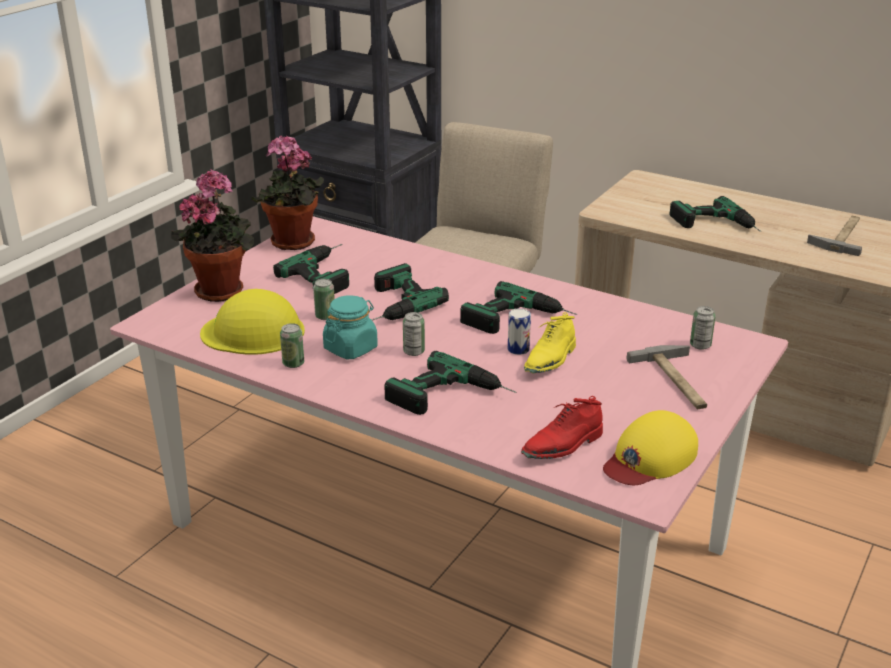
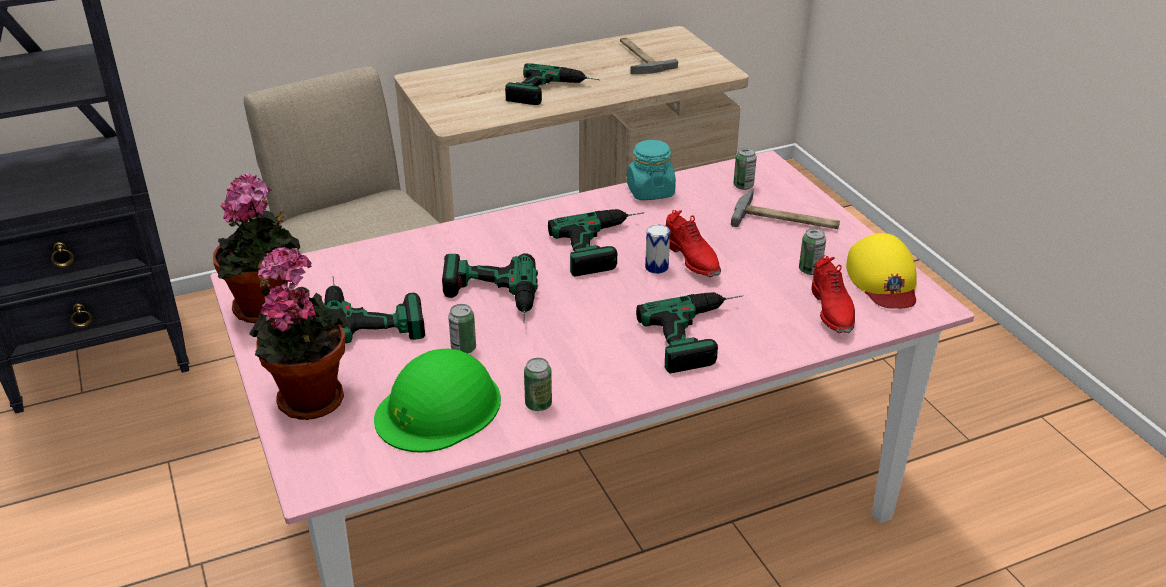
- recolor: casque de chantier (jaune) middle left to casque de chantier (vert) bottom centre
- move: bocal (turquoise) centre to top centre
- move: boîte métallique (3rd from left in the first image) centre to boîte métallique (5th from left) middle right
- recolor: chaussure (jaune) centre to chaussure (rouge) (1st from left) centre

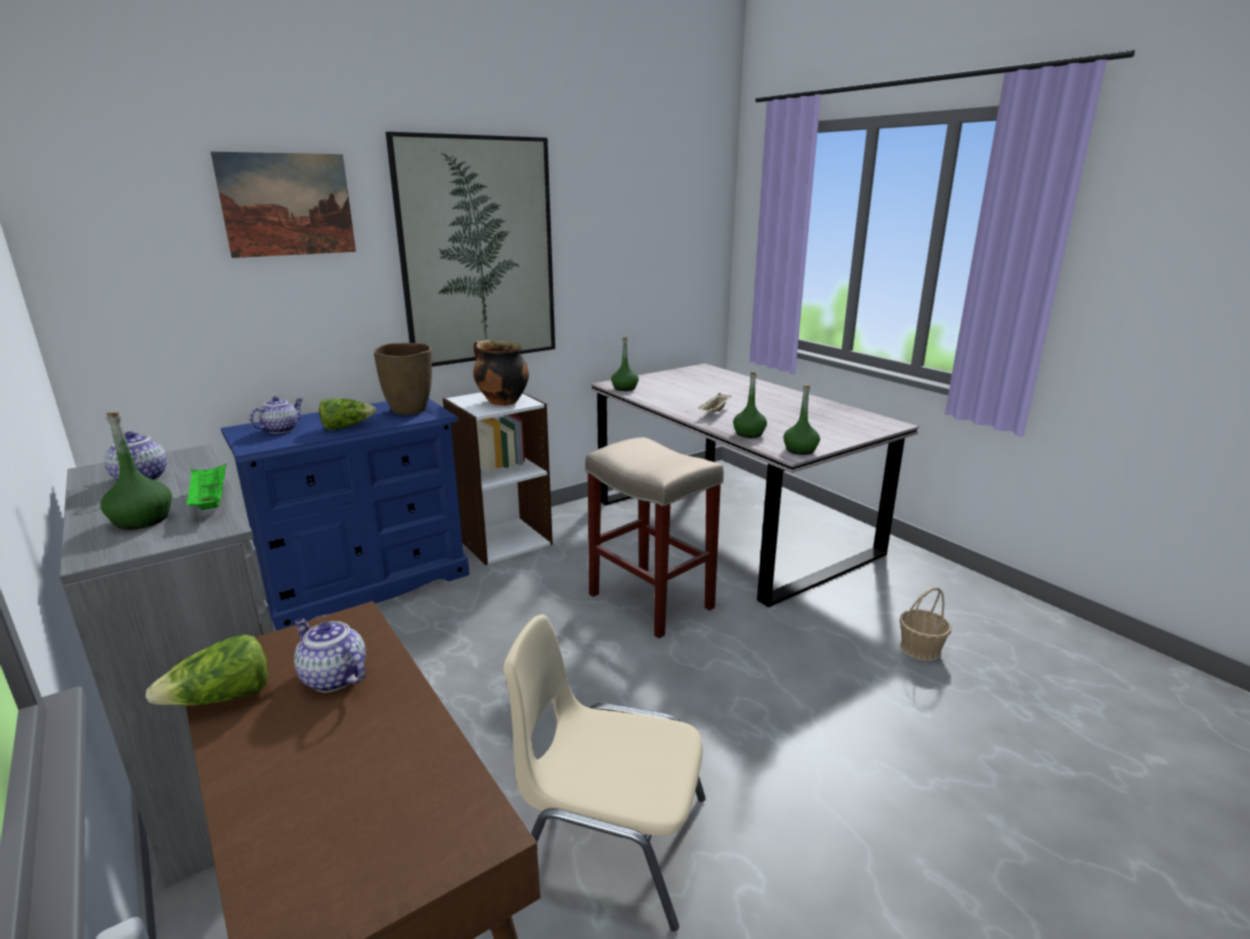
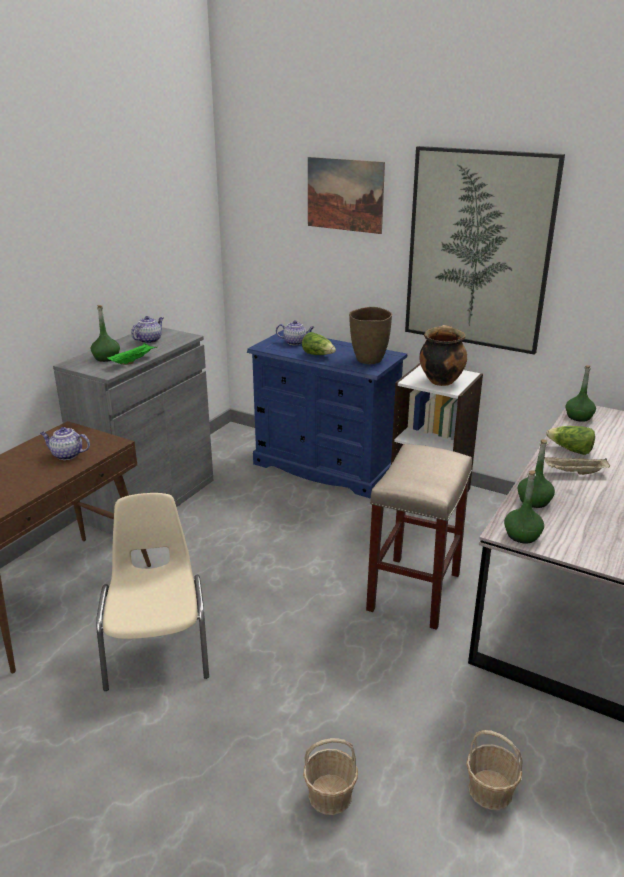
- move: laitue (1st from left in the first image) bottom left to laitue (2nd from left) middle right
- rotate: théière (3rd from left in the first image) bottom left = middle left 90 degrees counterclockwise
- insert: panier (1st from left) bottom centre

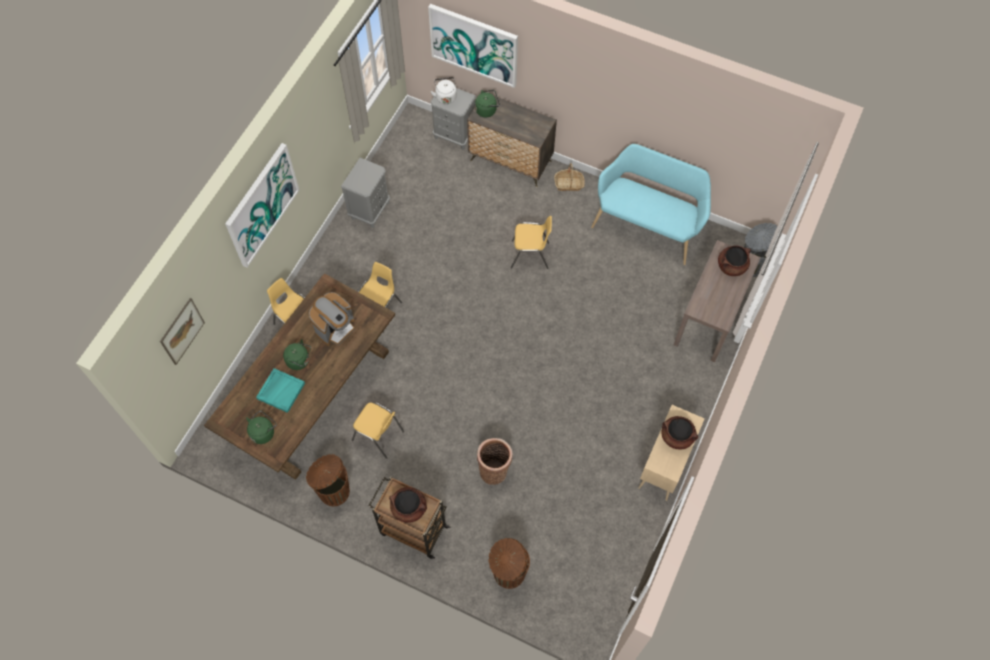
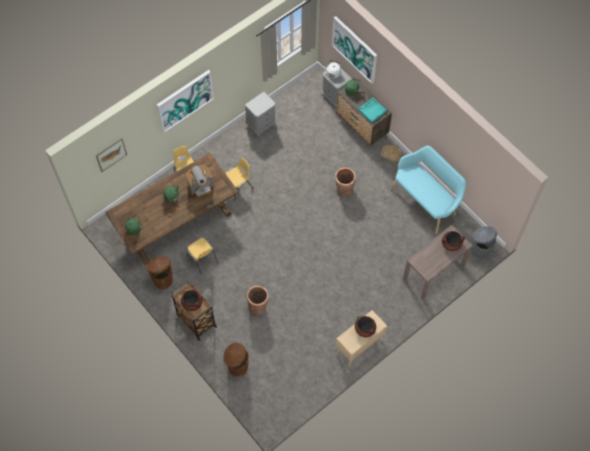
- move: plateau (turquoise) middle left to top centre
- replace: chaise (jaune) (4th from left) centre to panier (2nd from left) centre

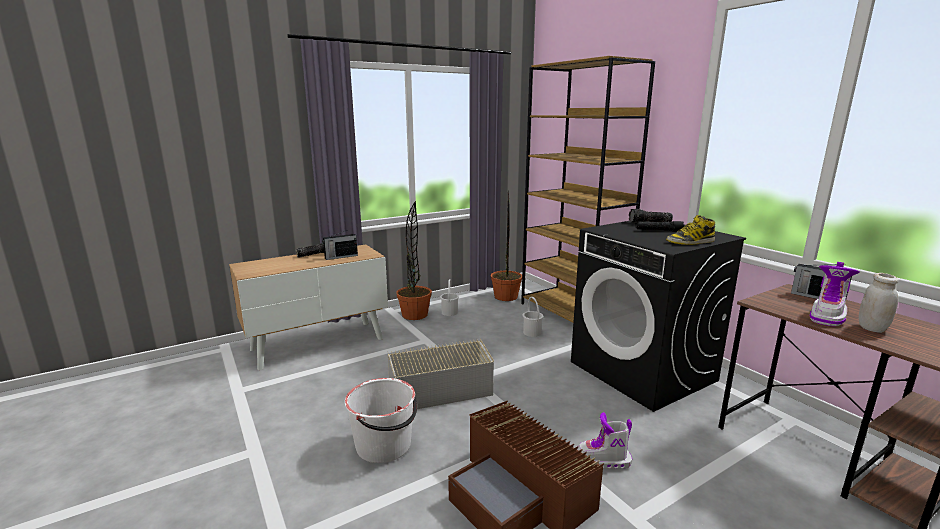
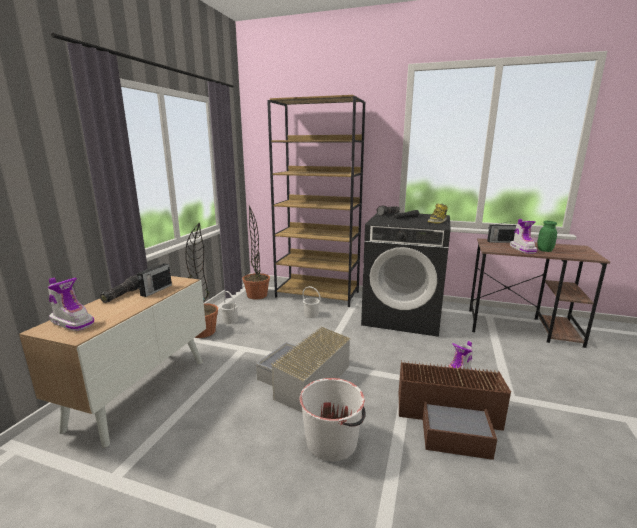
- recolor: bocal (blanc) middle right to bocal (vert) middle right
- insert: botte (1st from left) middle left

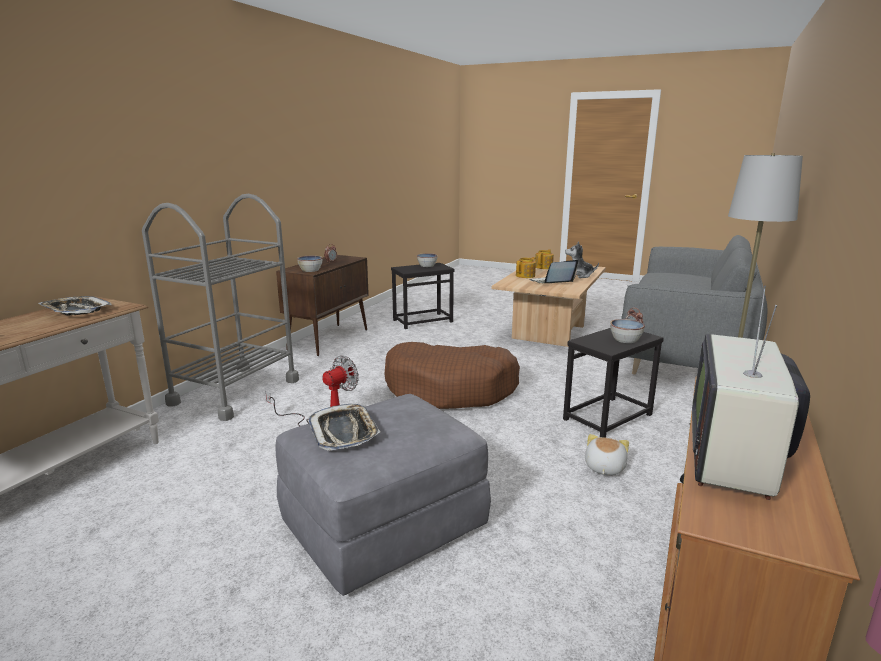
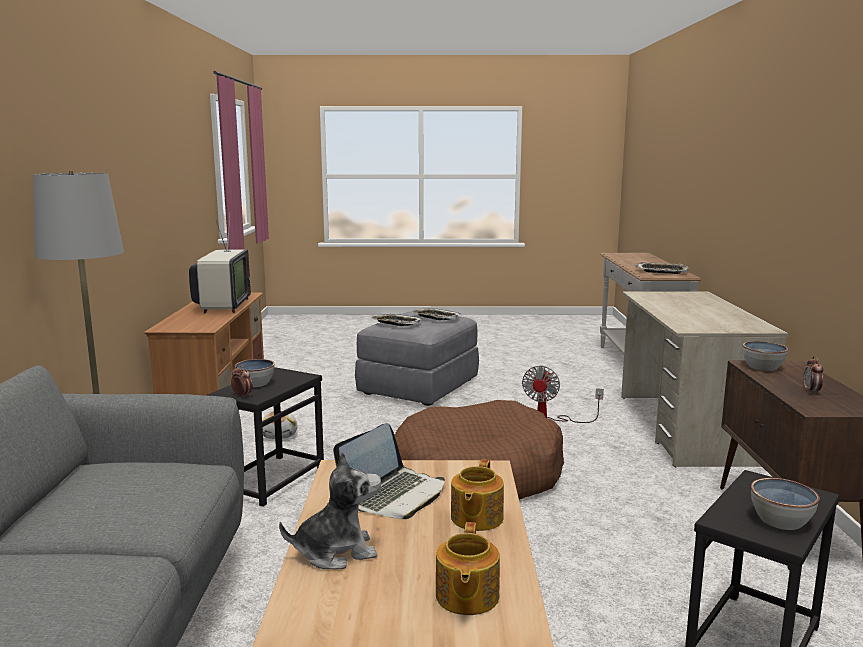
- replace: chariot (gris) middle left to bureau (beige) middle right
- insert: plateau (1st from left) centre

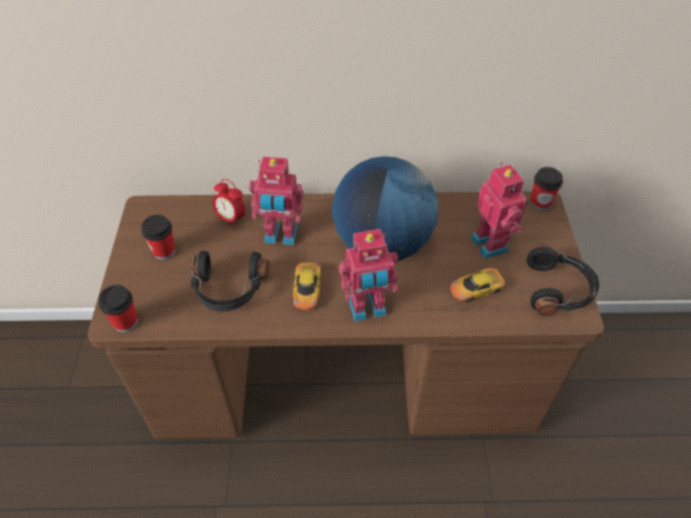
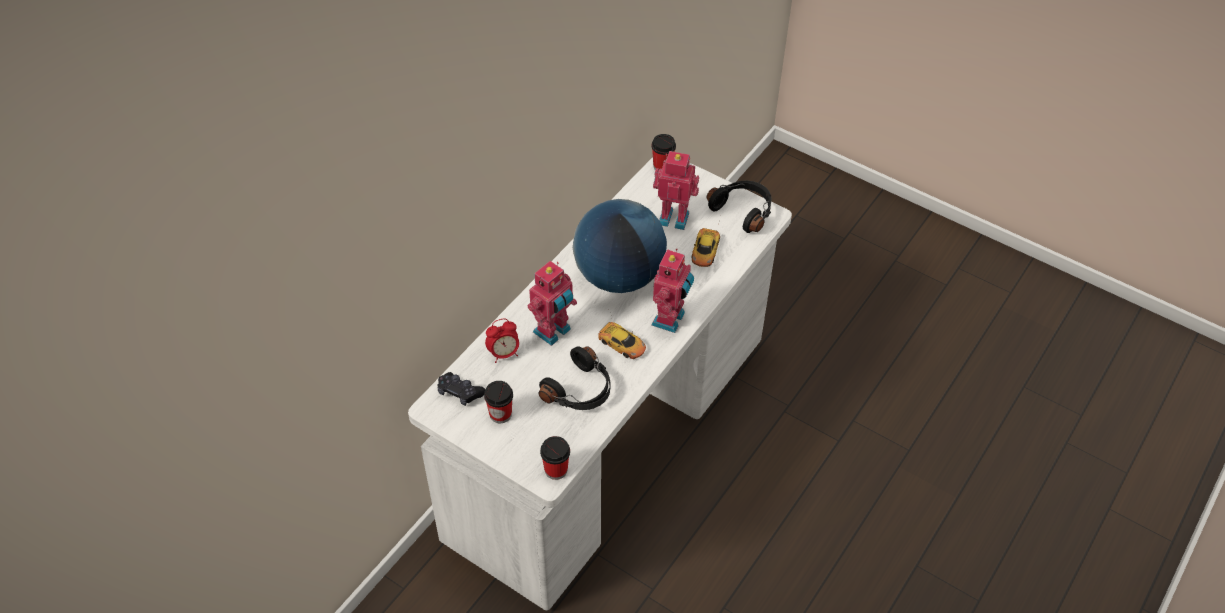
- recolor: bureau (marron) centre to bureau (blanc) centre
- insert: manette (noir) centre

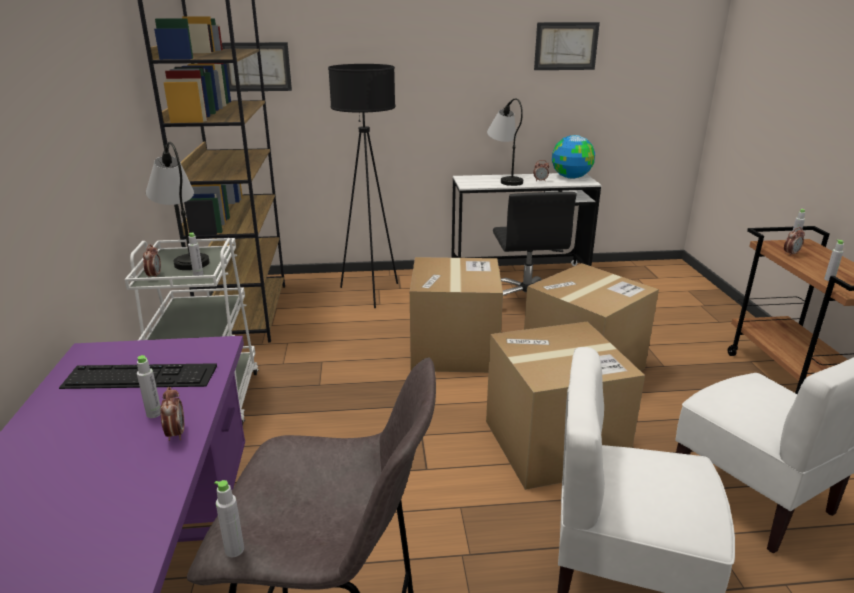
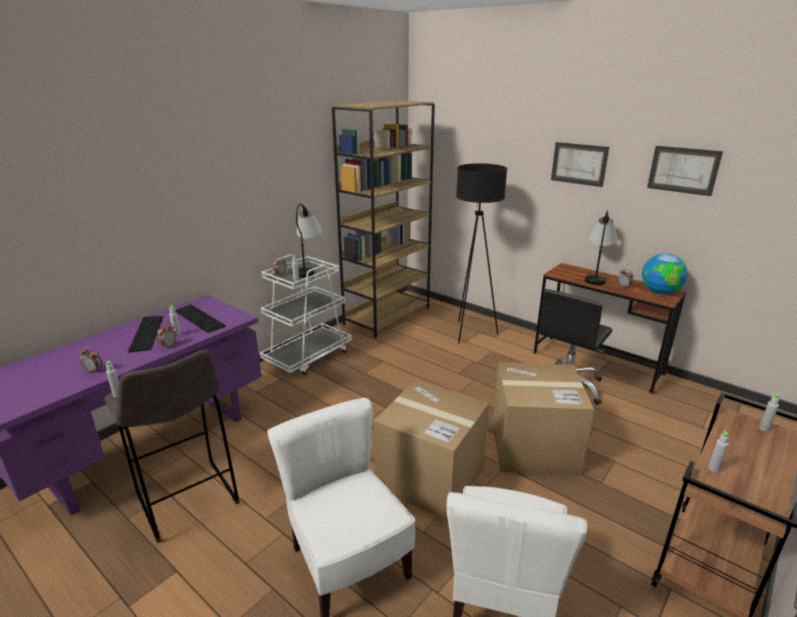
- move: tableau (1st from left) top left to top right
- delete: carton (1st from left) centre
- recolor: bureau (blanc) centre to bureau (marron) middle right
- move: réveil (4th from left in the first image) middle right to réveil (1st from left) middle left
- insert: clavier (1st from left) middle left

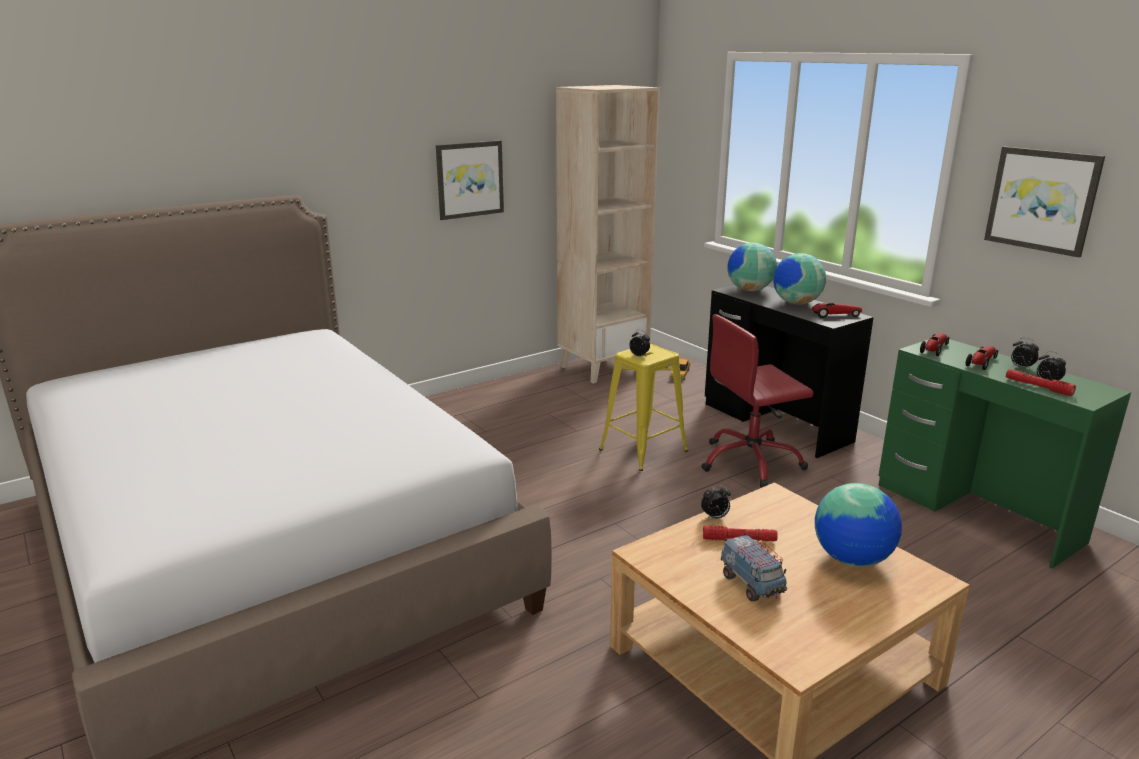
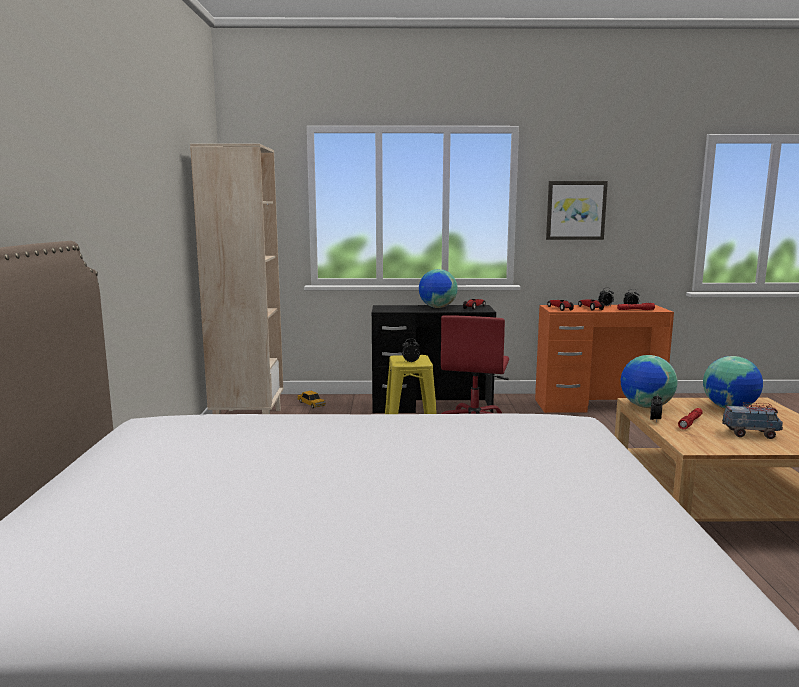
- delete: tableau (1st from left) top centre
- move: globe (1st from left in the first image) centre to globe (2nd from left) middle right
- recolor: bureau (vert) middle right to bureau (orange) middle right

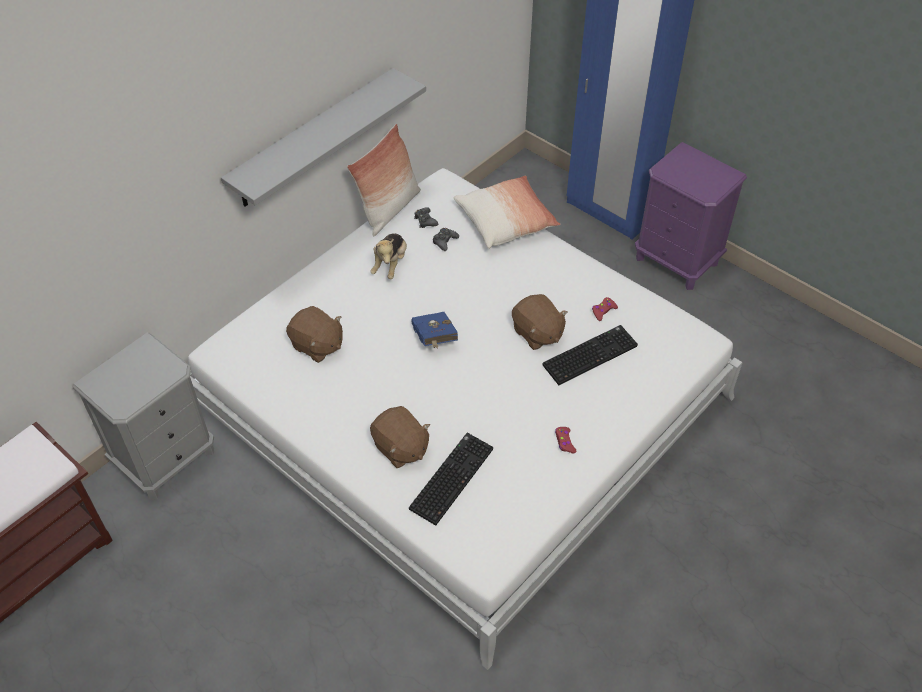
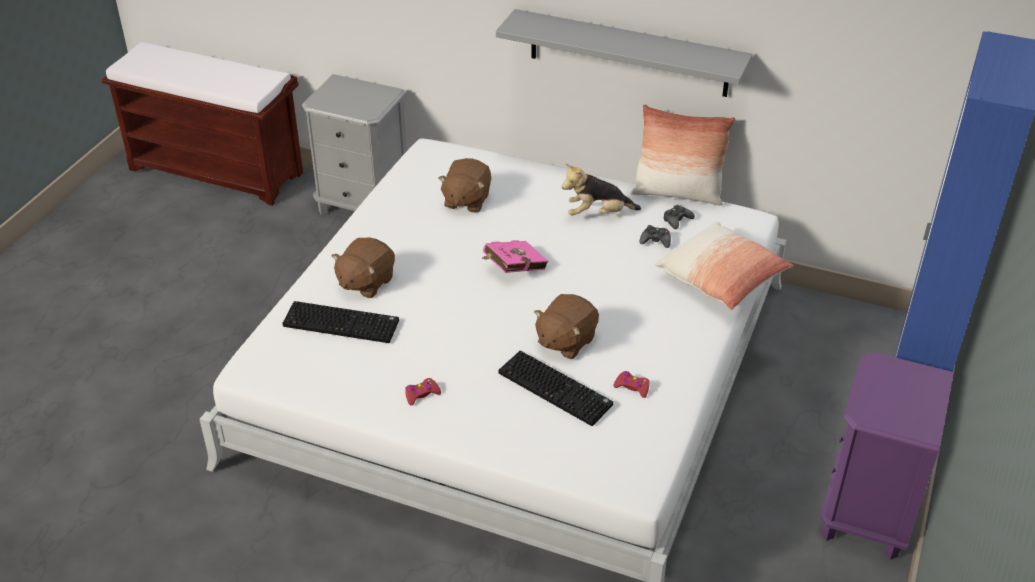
- recolor: livre (bleu) centre to livre (rose) centre

